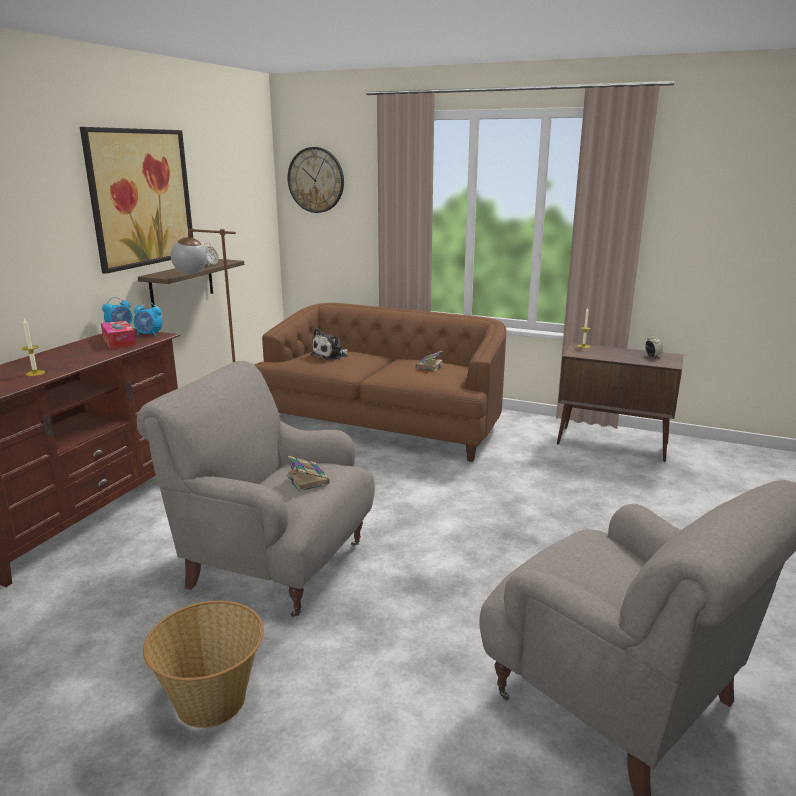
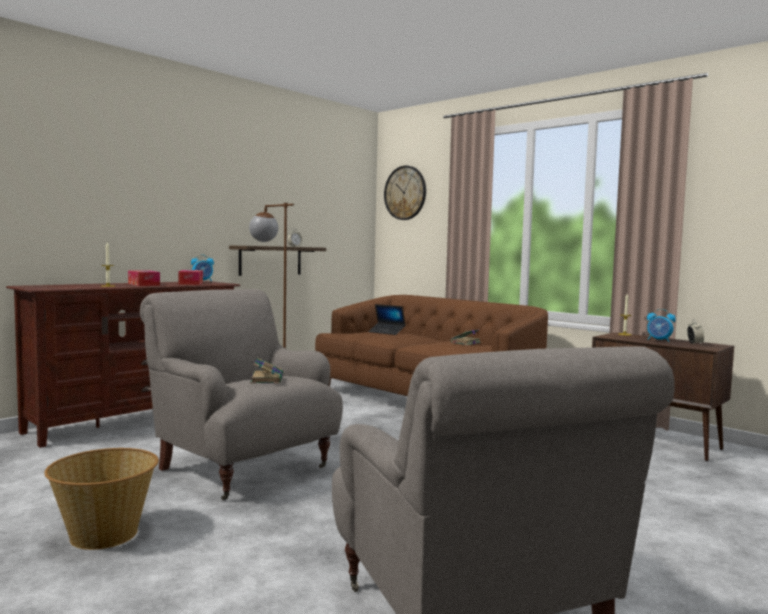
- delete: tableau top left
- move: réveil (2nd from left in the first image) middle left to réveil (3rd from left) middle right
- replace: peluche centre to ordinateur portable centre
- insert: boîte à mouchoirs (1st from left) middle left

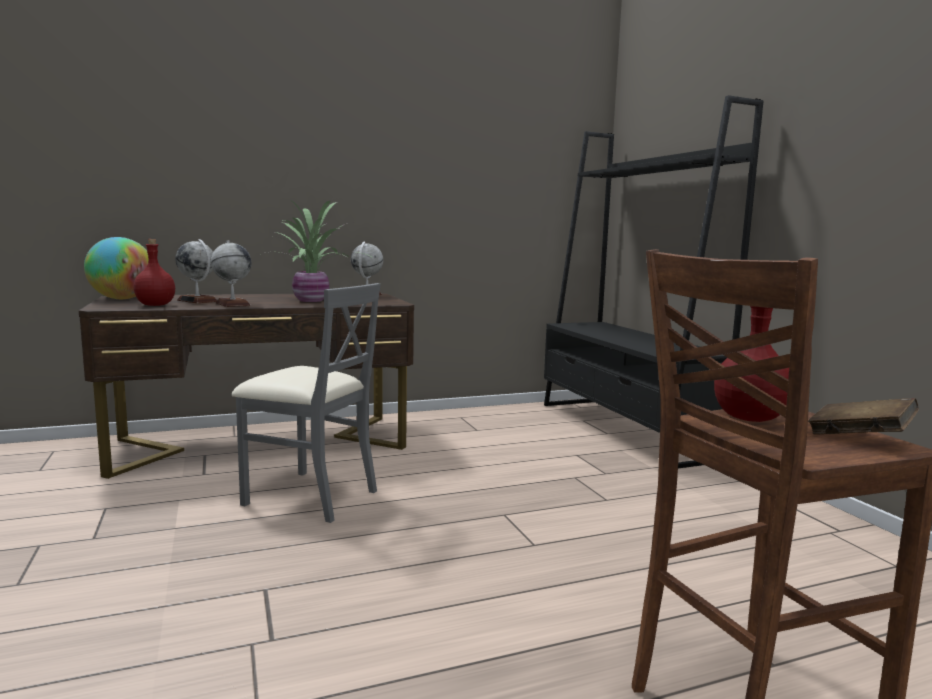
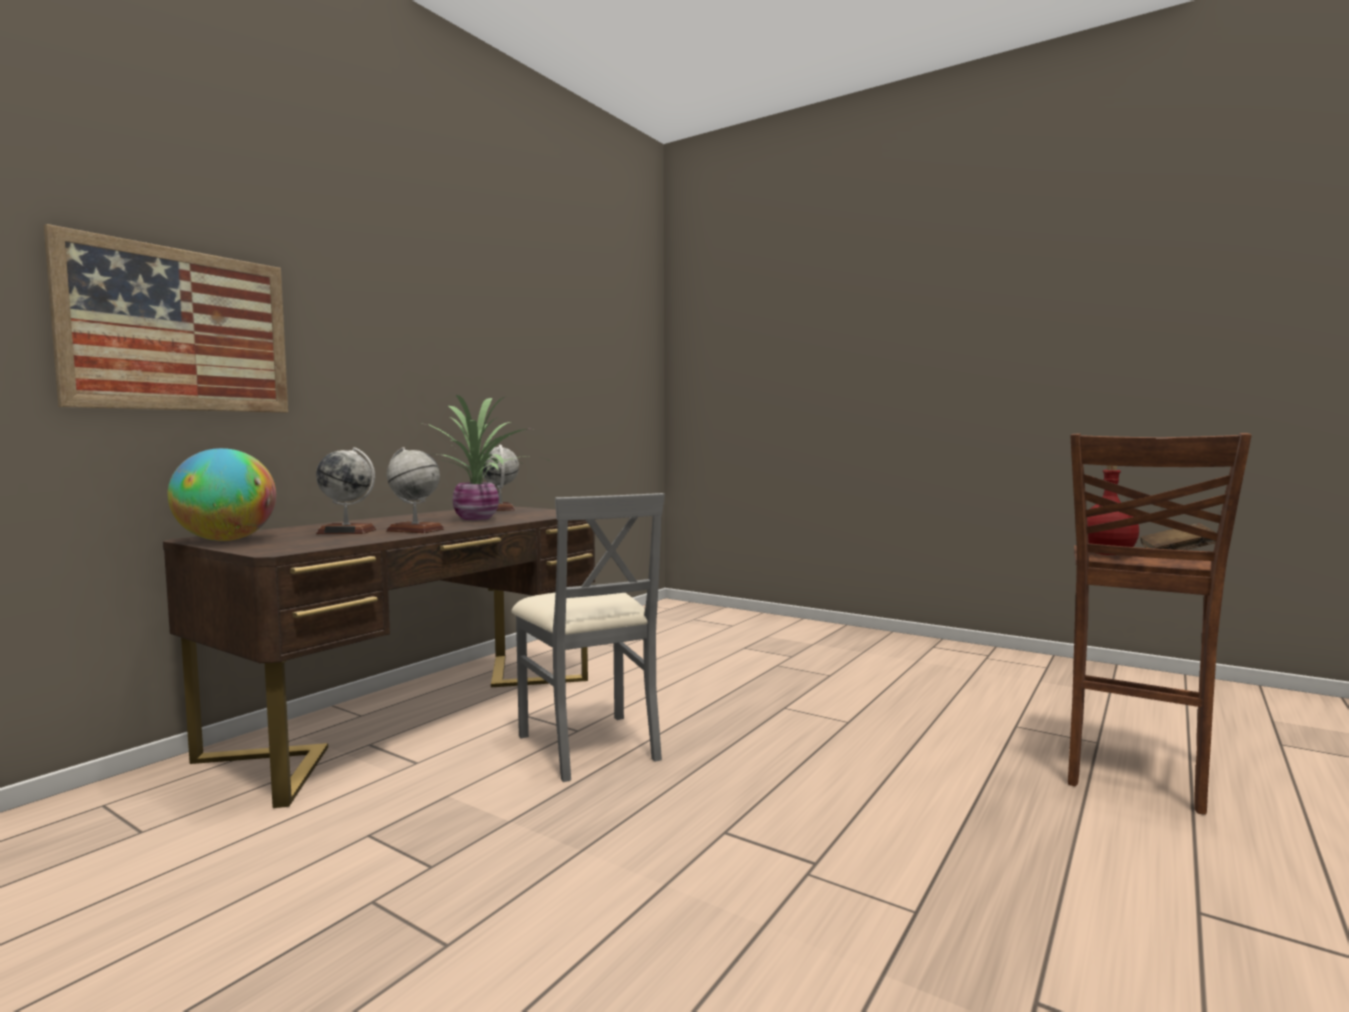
- delete: bouteille (rouge) (1st from left) middle left
- rotate: chaise (gris) middle left = centre 75 degrees clockwise
- delete: bibliothèque (noir) middle right
- insert: tableau top left

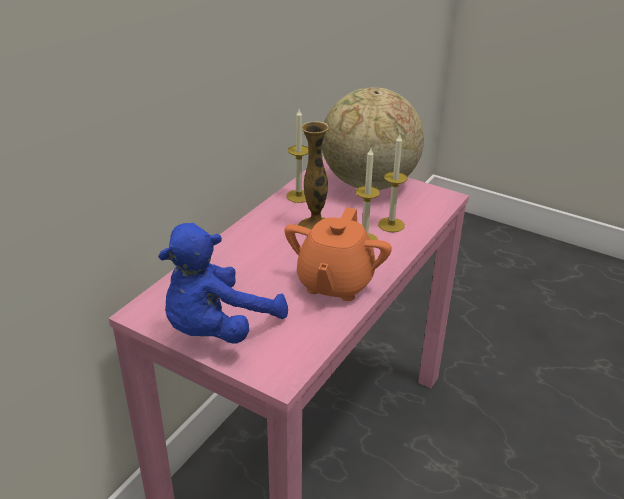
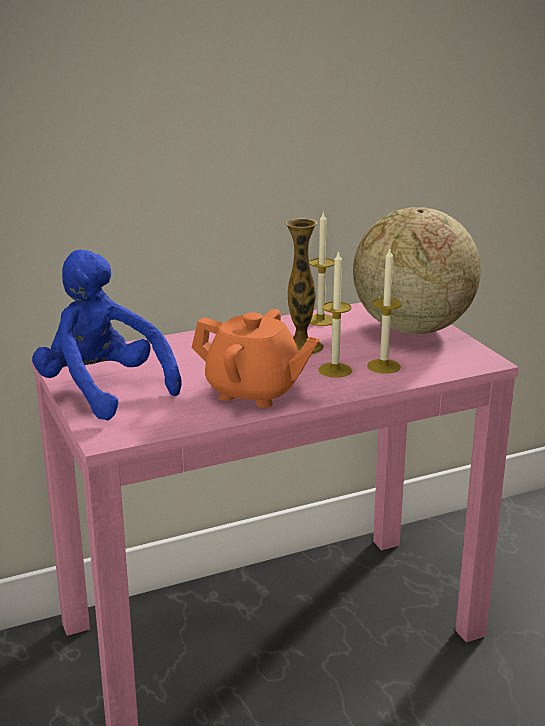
- rotate: peluche (bleu) centre = middle left 60 degrees clockwise
- rotate: théière (orange) centre = centre 120 degrees counterclockwise

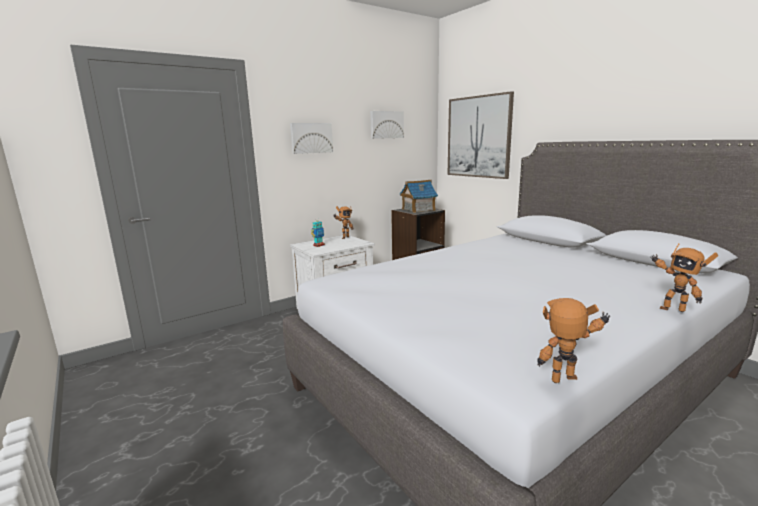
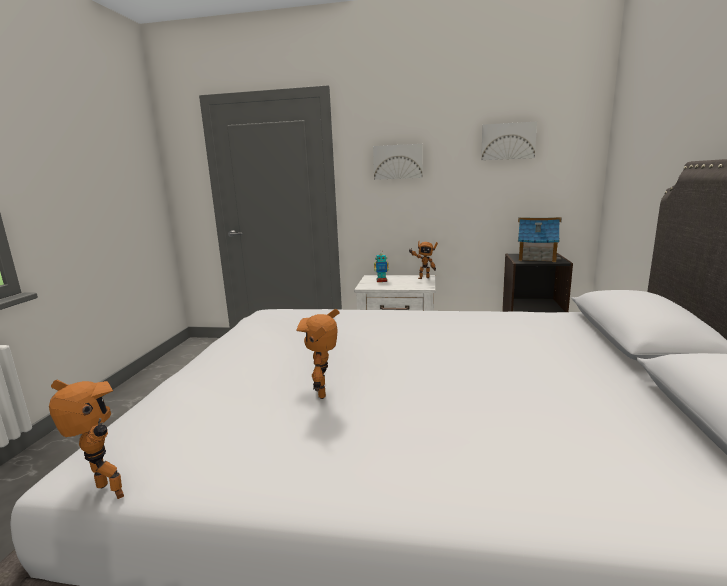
- delete: tableau (3rd from left) top centre
- move: robot jouet (4th from left in the first image) middle right to robot jouet (2nd from left) centre

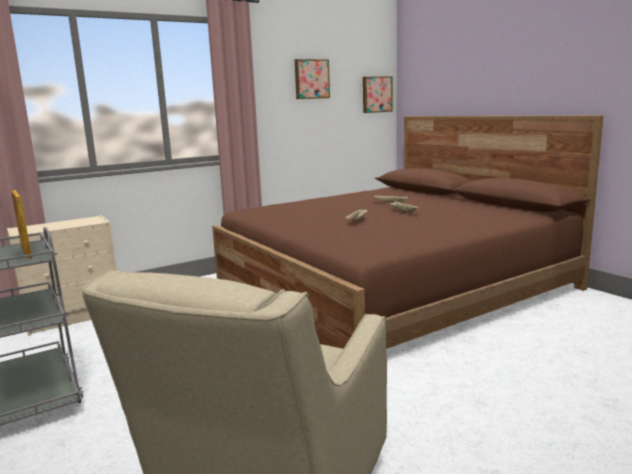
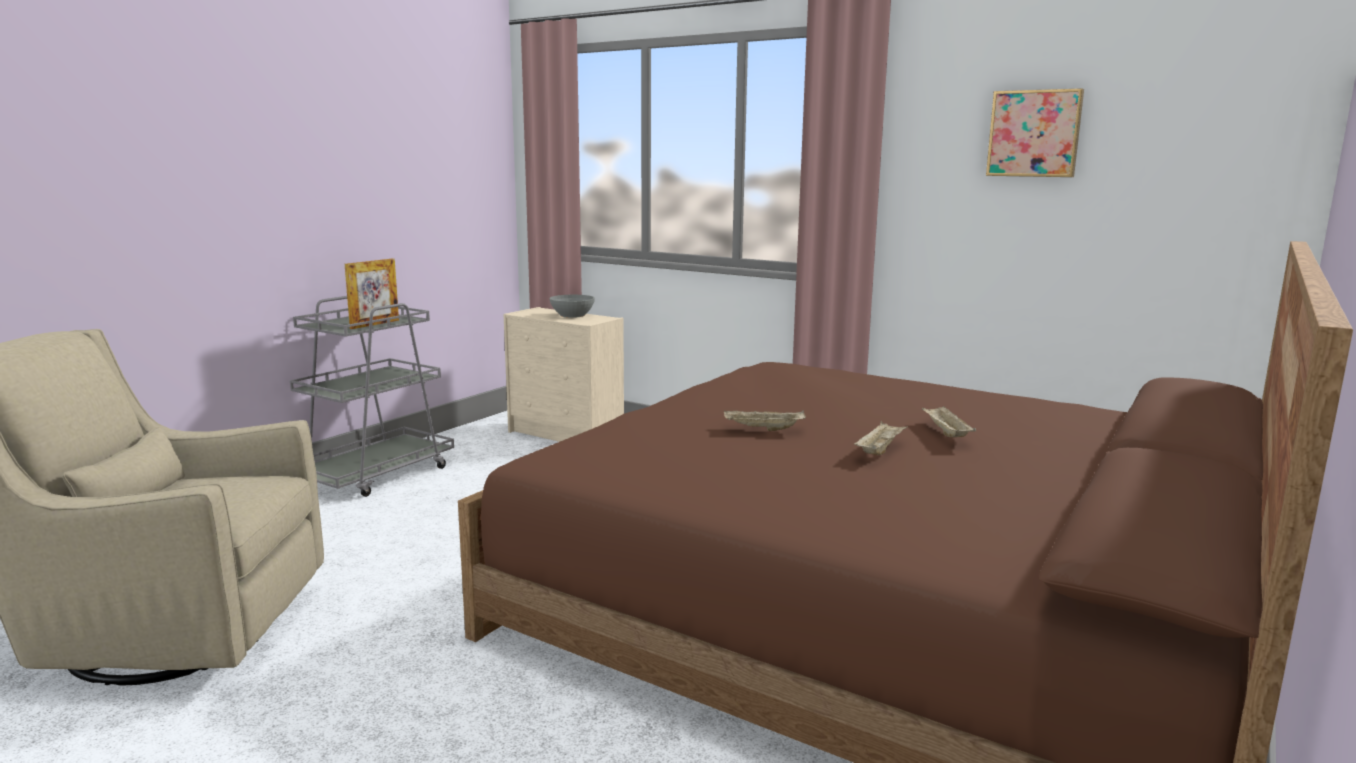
- delete: tableau (2nd from left) top centre
- insert: bol (gris) centre

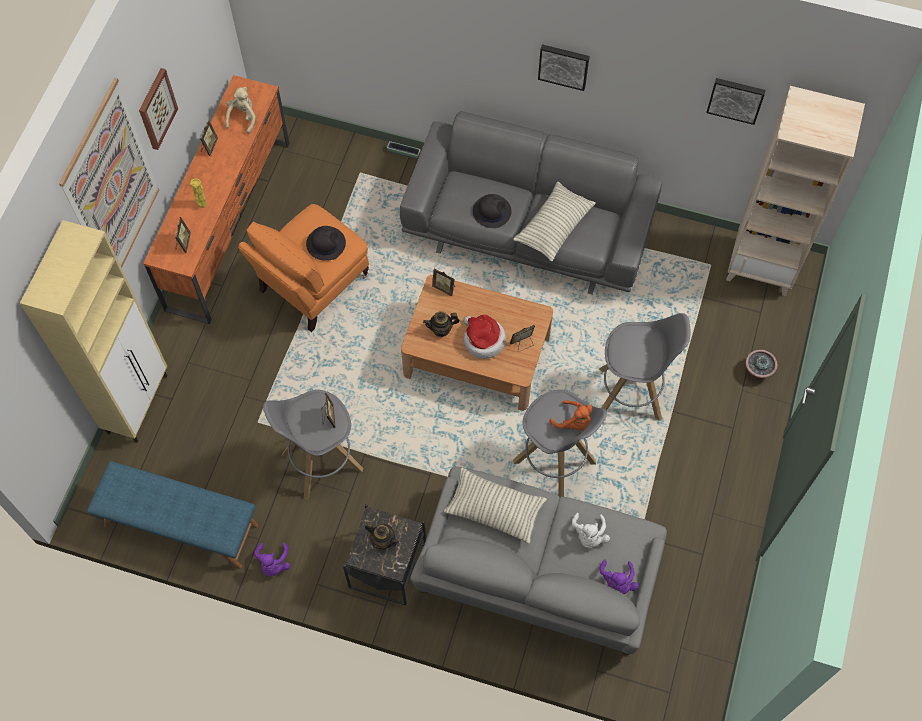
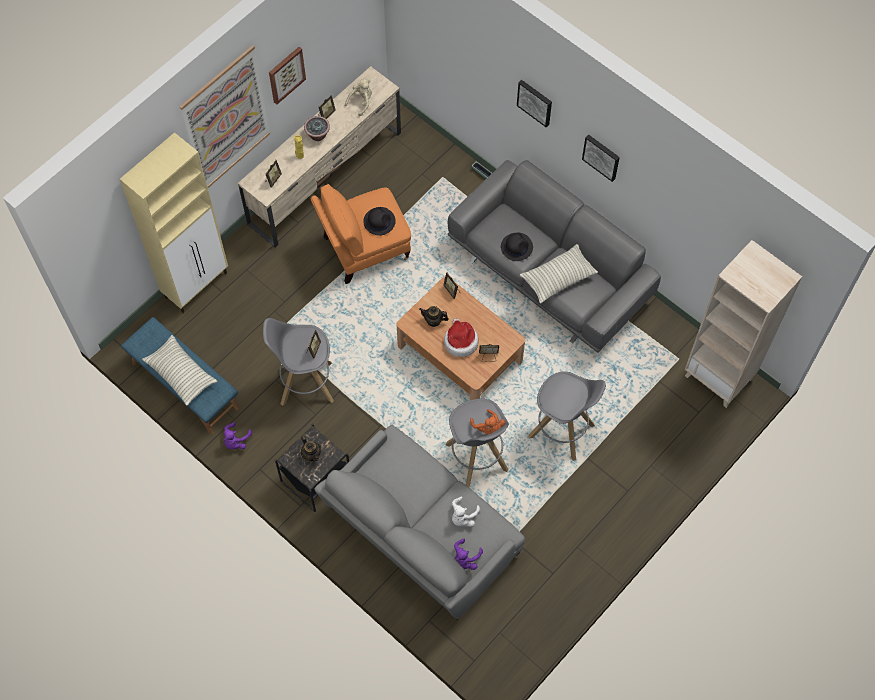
- recolor: meuble télé (orange) top left to meuble télé (beige) top centre
- move: coussin (1st from left) bottom centre to middle left
- move: tableau (4th from left in the first image) top right to tableau (3rd from left) top centre
- move: plante en pot middle right to top centre

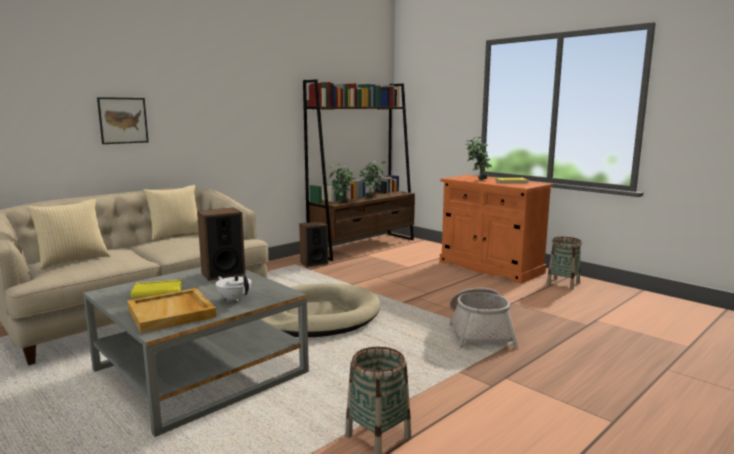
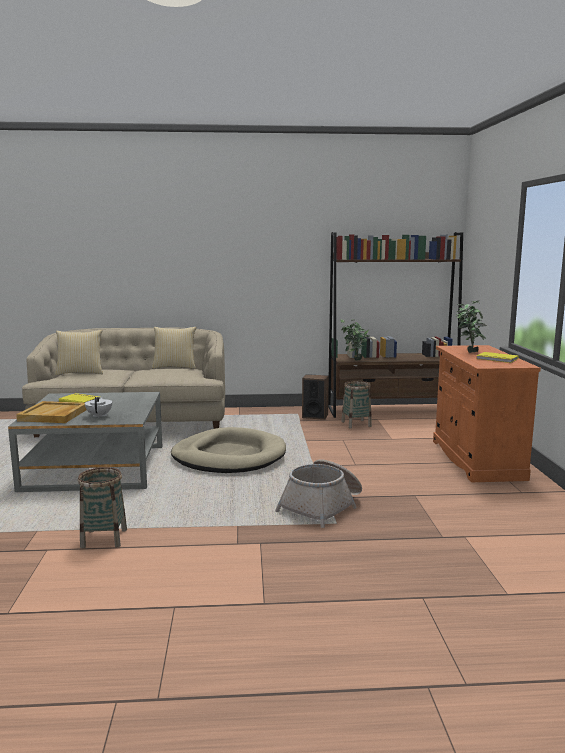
- delete: tableau top left
- delete: enceinte (1st from left) middle left
- delete: plante en pot (2nd from left) centre
- move: panier (3rd from left) middle right to centre

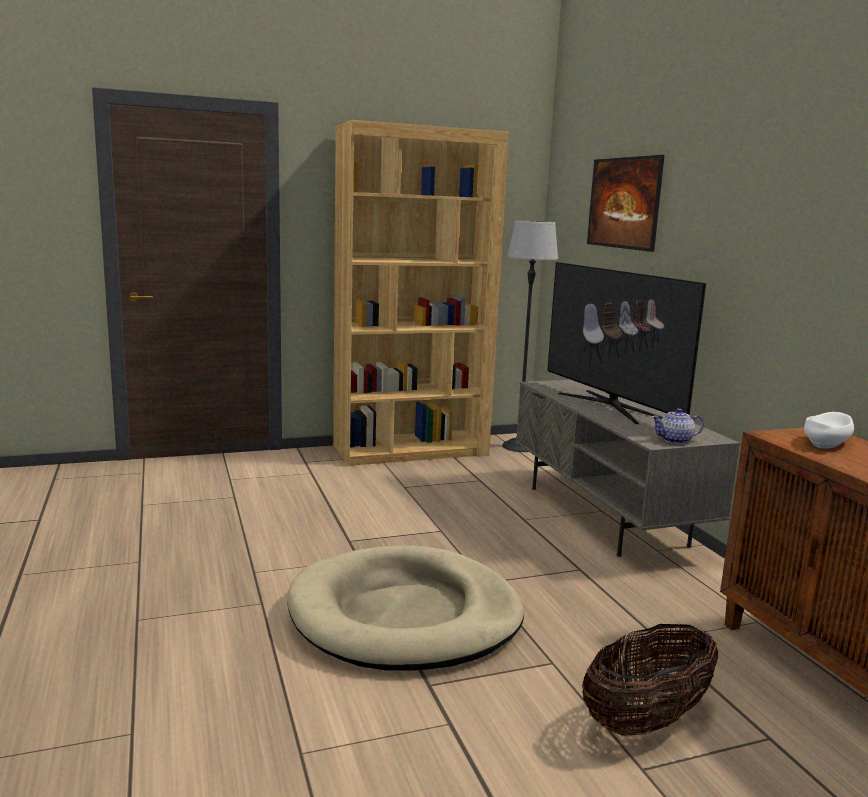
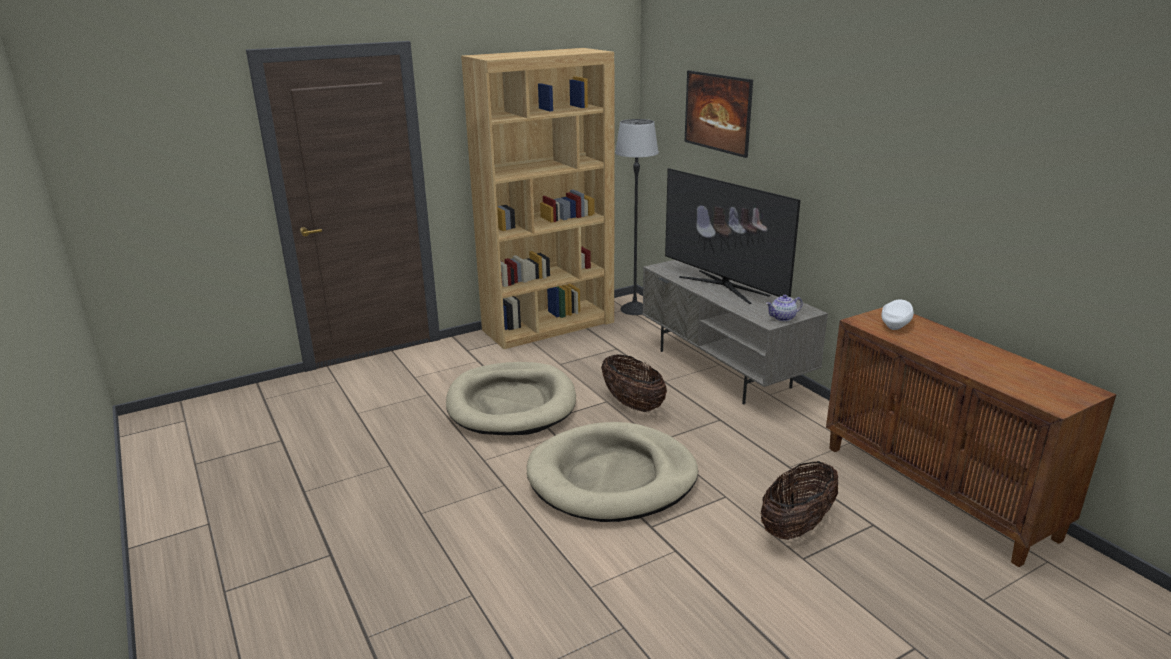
- insert: panier pour chien (beige) (1st from left) centre
- insert: panier (1st from left) centre

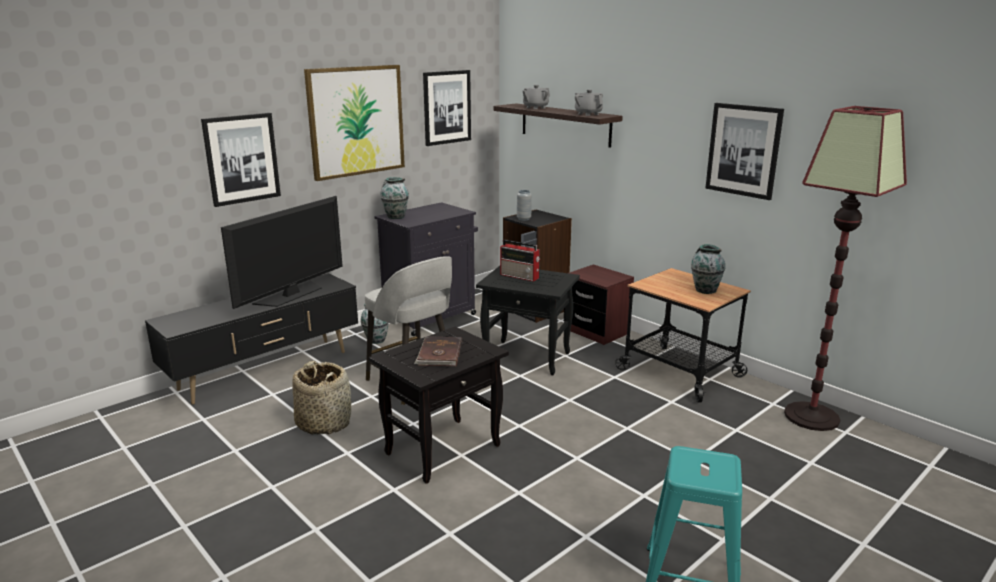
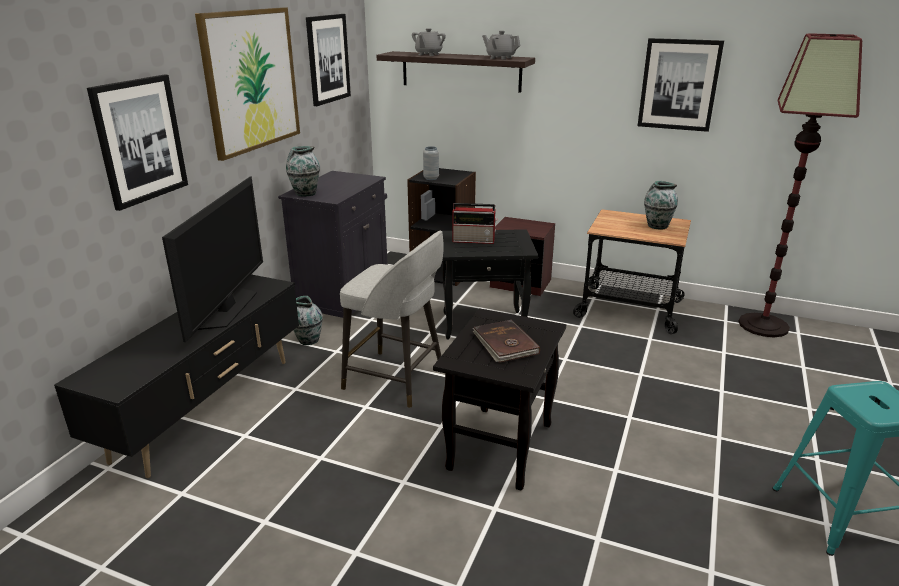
- delete: panier bottom left

